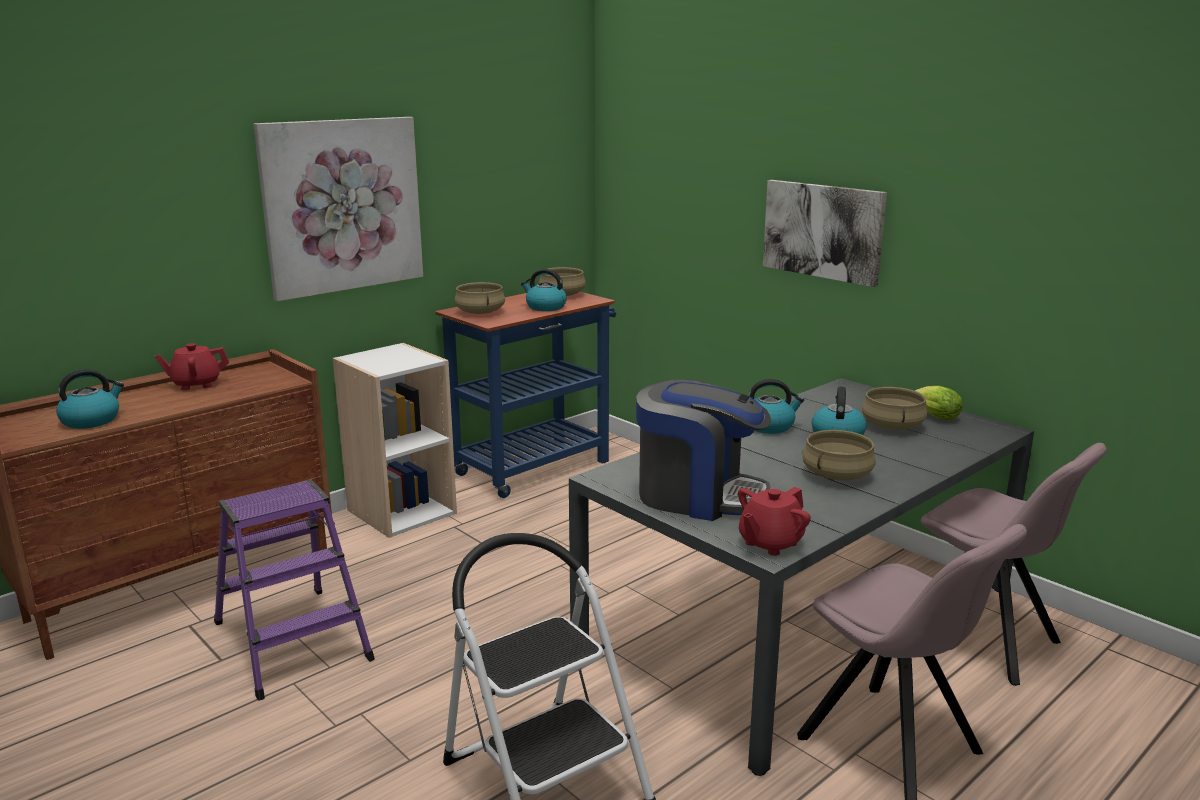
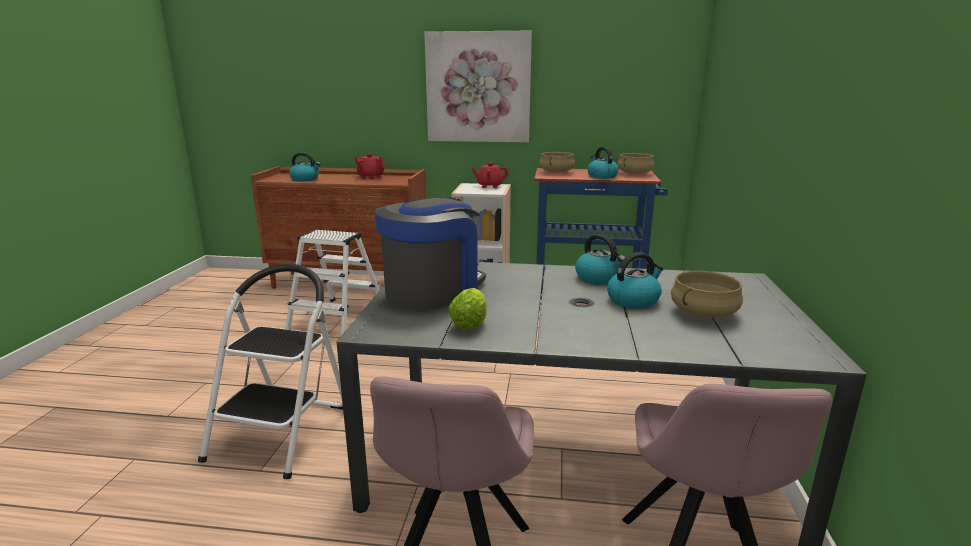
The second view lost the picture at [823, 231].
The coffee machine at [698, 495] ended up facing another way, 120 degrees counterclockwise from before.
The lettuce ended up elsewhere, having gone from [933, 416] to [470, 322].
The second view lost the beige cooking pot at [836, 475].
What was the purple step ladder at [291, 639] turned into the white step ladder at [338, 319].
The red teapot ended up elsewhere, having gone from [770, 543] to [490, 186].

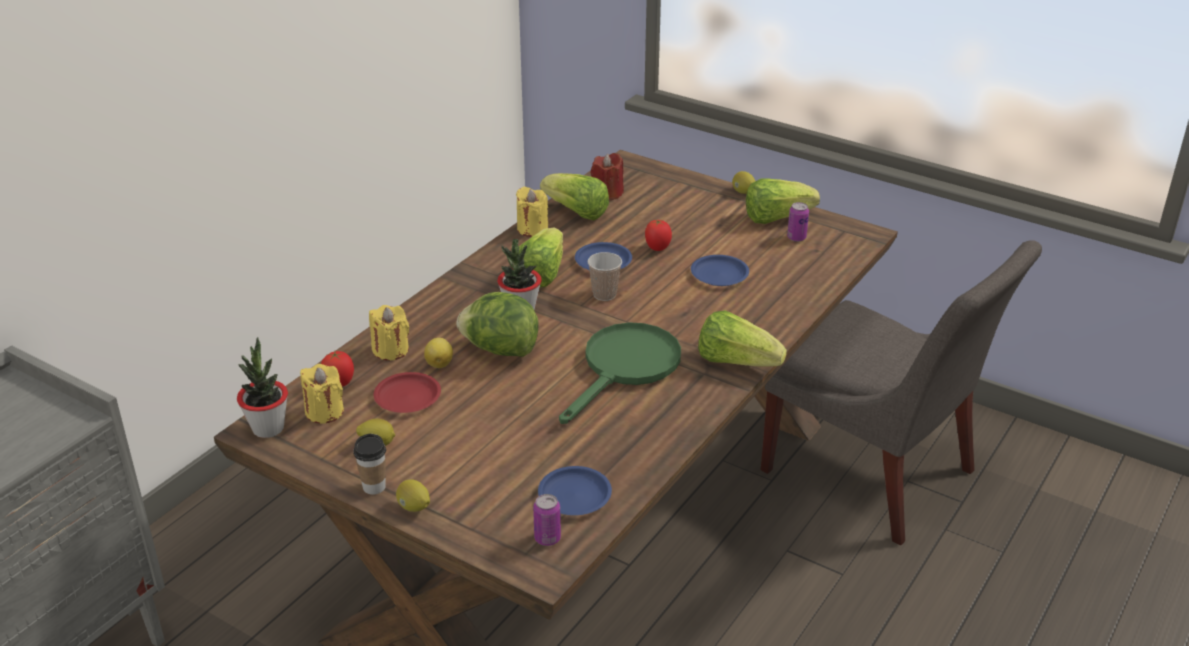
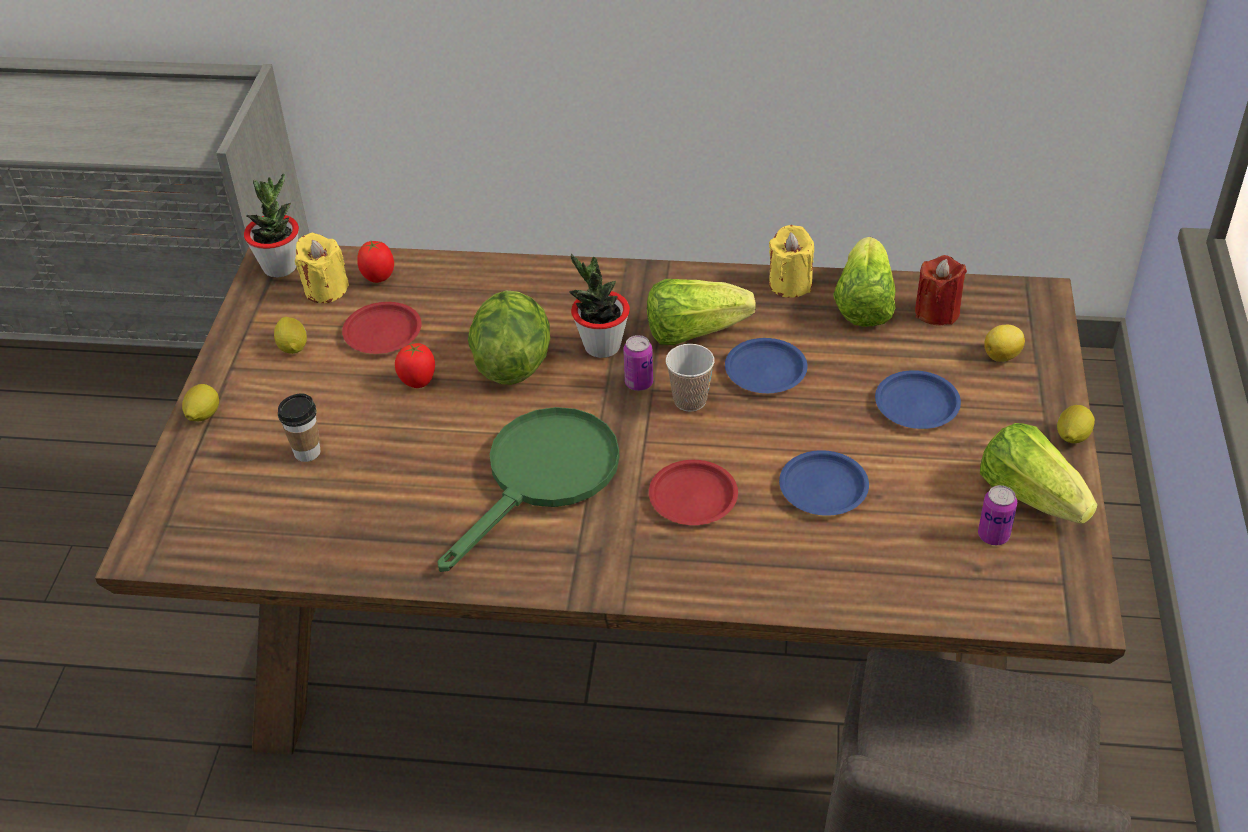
The tomato ended up elsewhere, having gone from [657, 248] to [418, 382].
The second view lost the yellow candle at [391, 350].
The second view lost the lettuce at [736, 361].
The green frying pan at [625, 368] ended up facing another way, 60 degrees counterclockwise from before.
The lemon ended up elsewhere, having gone from [439, 363] to [1003, 356].
The cup ended up elsewhere, having gone from [374, 487] to [307, 452].
The blue plate ended up elsewhere, having gone from [575, 495] to [917, 405].
The can ended up elsewhere, having gone from [547, 538] to [639, 383].
The second view gained the red plate at [693, 497].

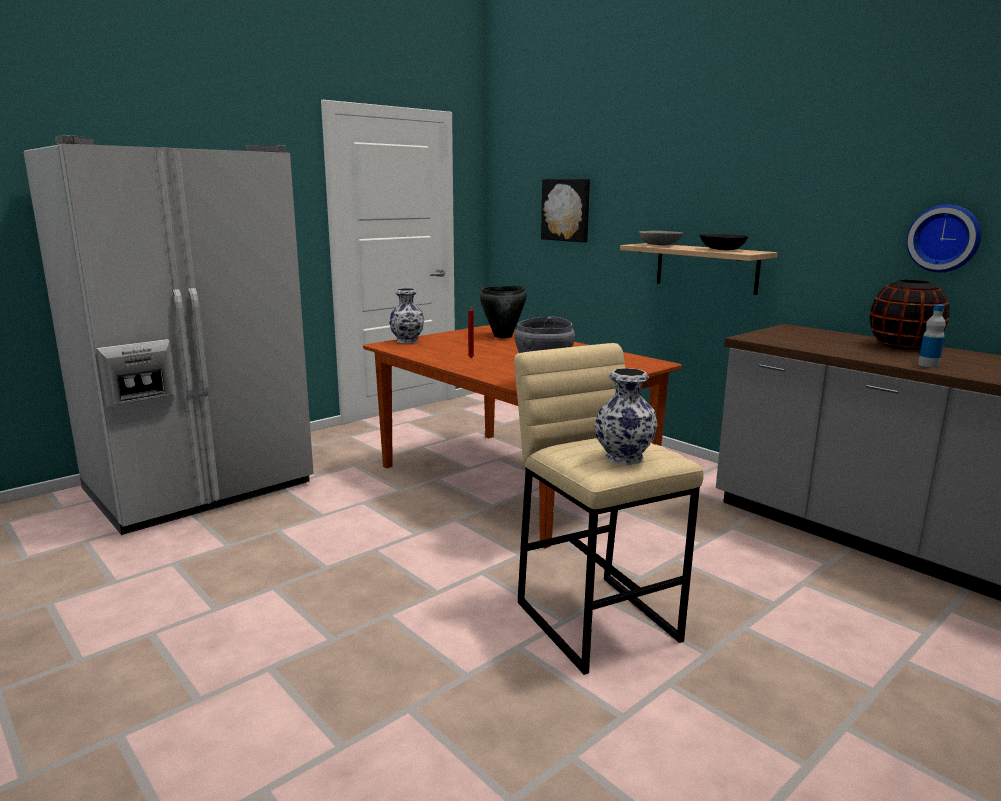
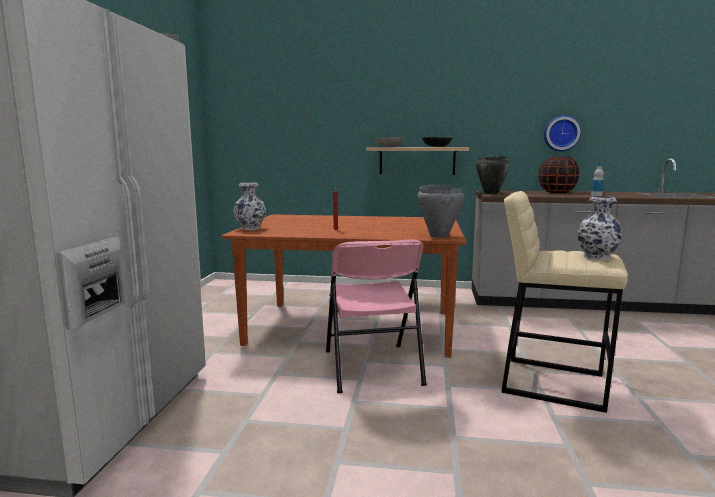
The second view lost the picture at [566, 210].
The black cooking pot ended up elsewhere, having gone from [503, 336] to [491, 193].
The second view gained the pink chair at [371, 367].

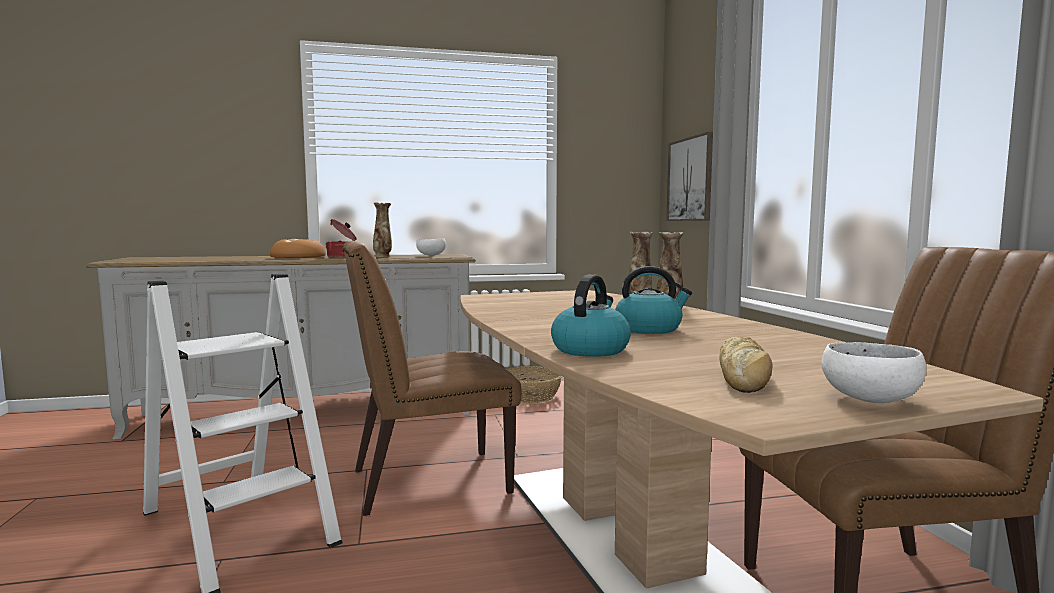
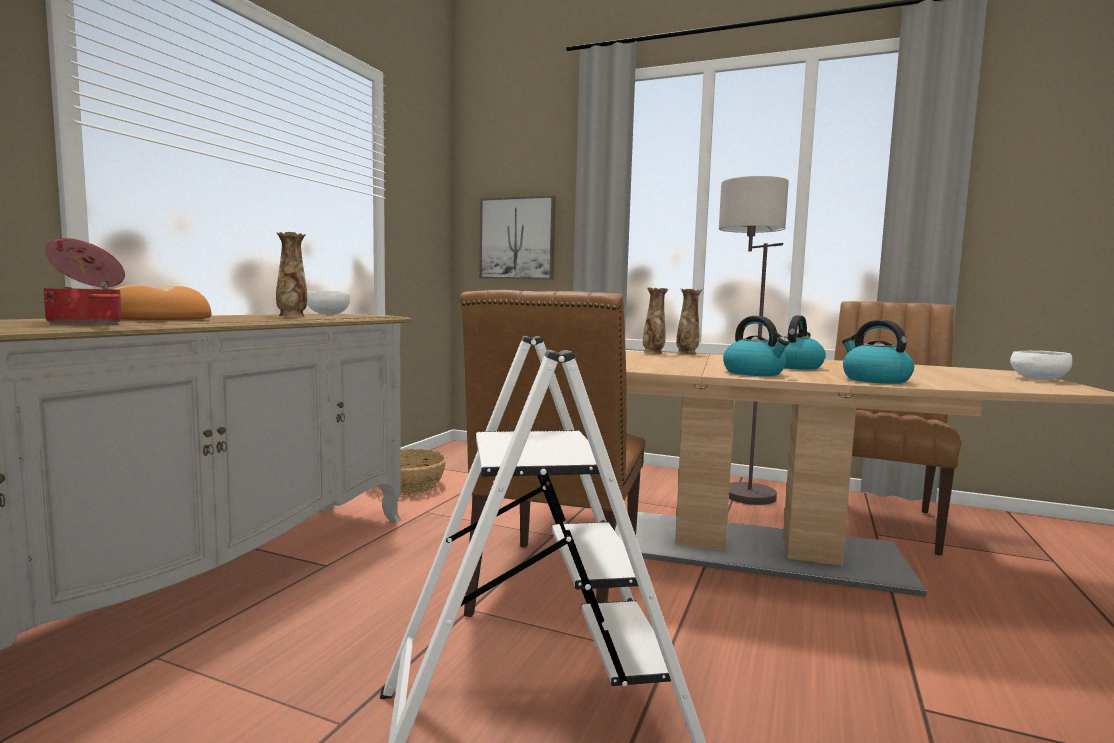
The cooking pot ended up elsewhere, having gone from [342, 257] to [87, 323].
The second view lost the bread at [743, 376].
The second view gained the grey floor lamp at [739, 491].
The second view gained the kettle at [754, 373].

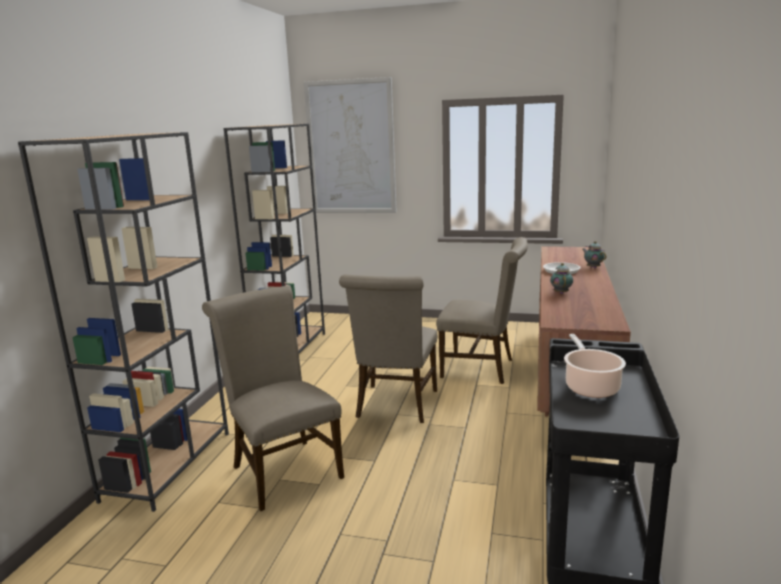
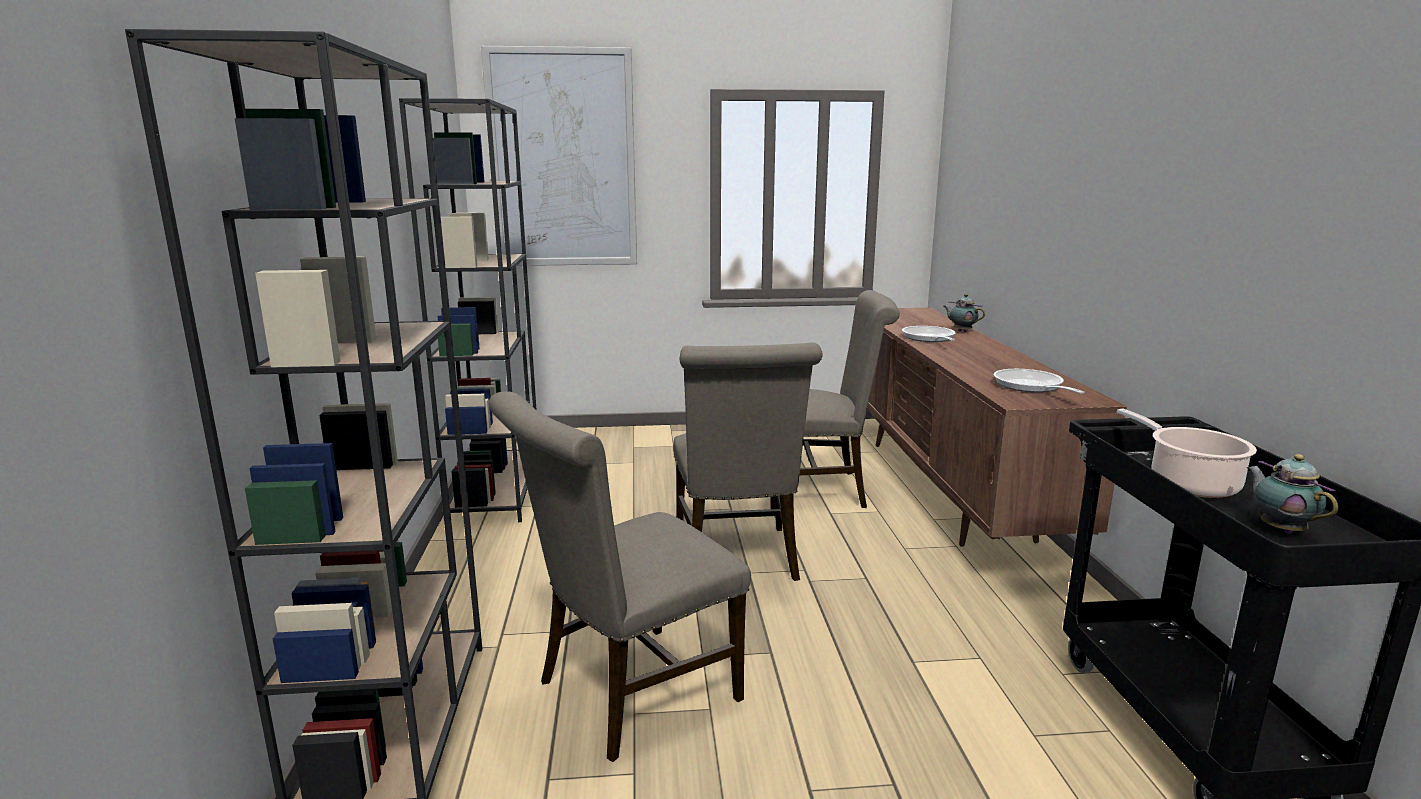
The teapot ended up elsewhere, having gone from [561, 292] to [1279, 529].
The beige chair at [283, 469] ended up facing another way, 75 degrees counterclockwise from before.
The second view gained the frying pan at [1031, 387].

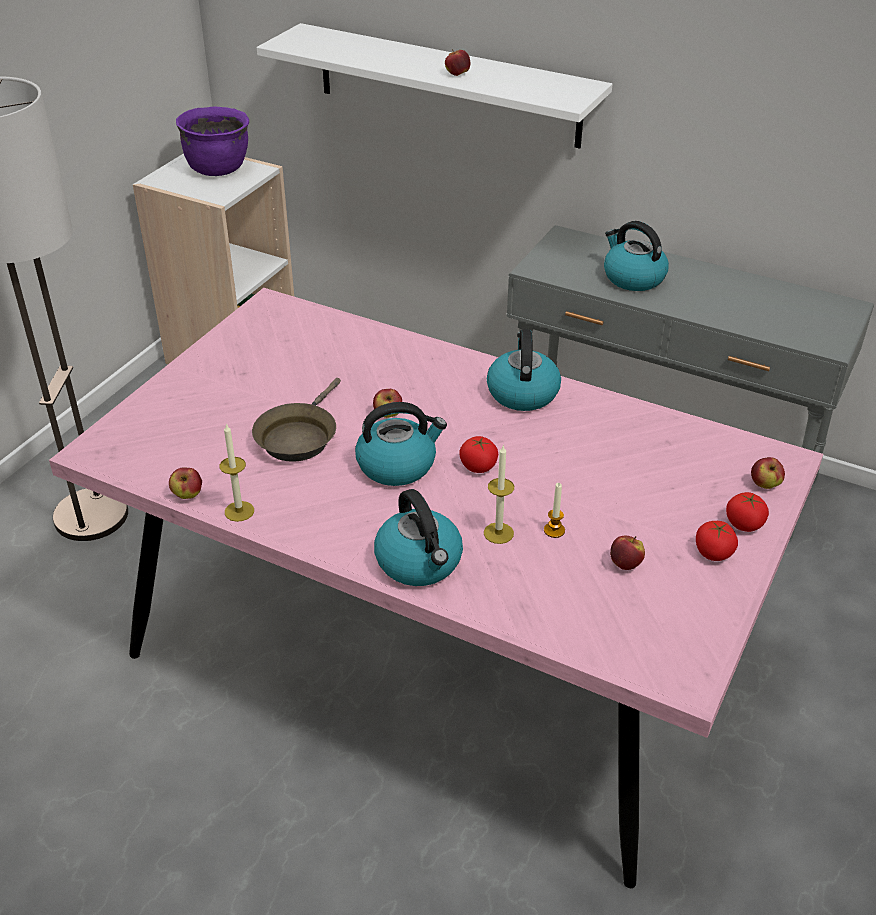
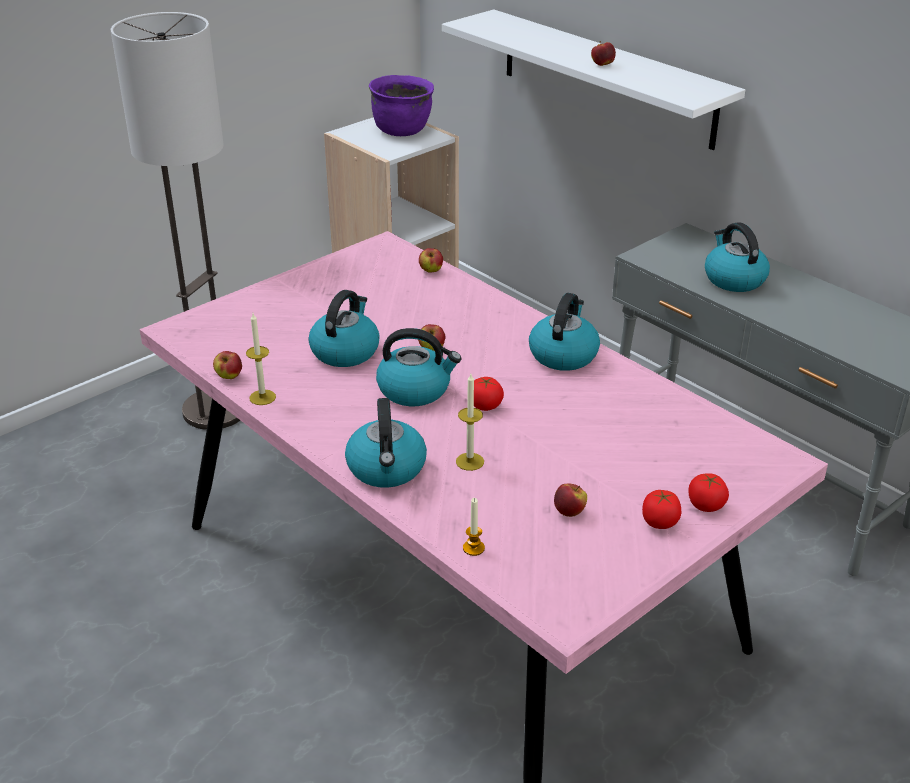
Where the brown frying pan stood at [298, 436], the kettle came to stand at [345, 351].
The apple ended up elsewhere, having gone from [764, 485] to [431, 271].
The candle ended up elsewhere, having gone from [554, 530] to [473, 548].

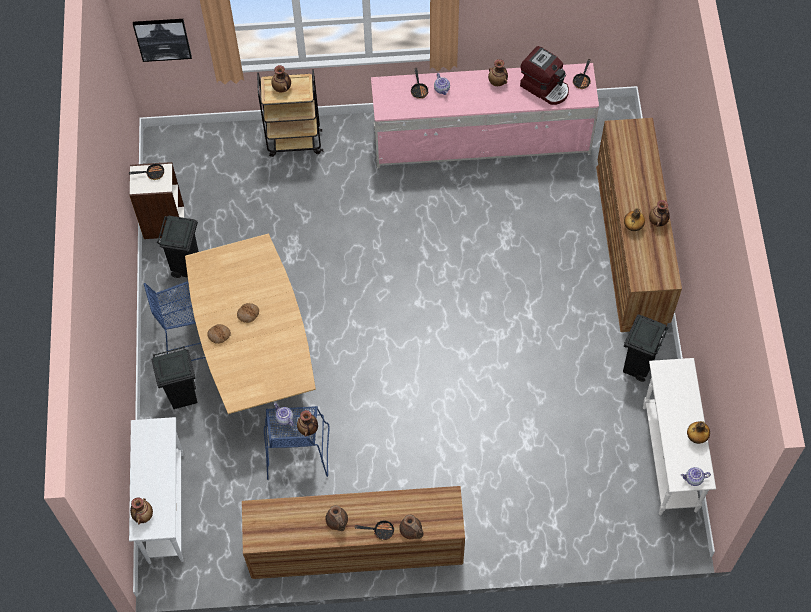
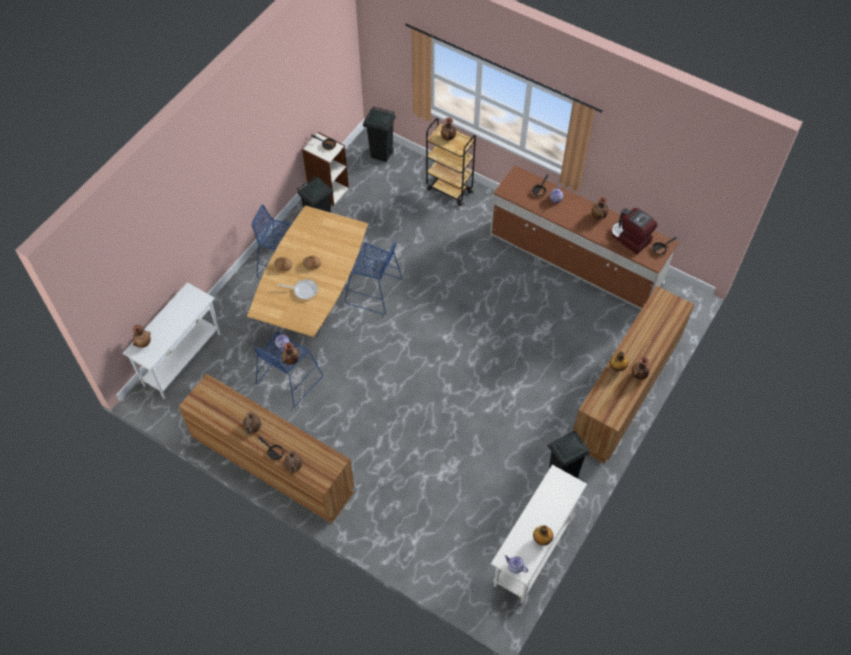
The second view lost the picture at [162, 38].
The coffee machine at [545, 87] ended up facing another way, 150 degrees clockwise from before.
What was the pink cabinet at [480, 141] turned into the brown cabinet at [574, 261].
The black trash can ended up elsewhere, having gone from [183, 396] to [382, 154].
The second view gained the blue stool at [373, 290].
The second view gained the frying pan at [303, 290].

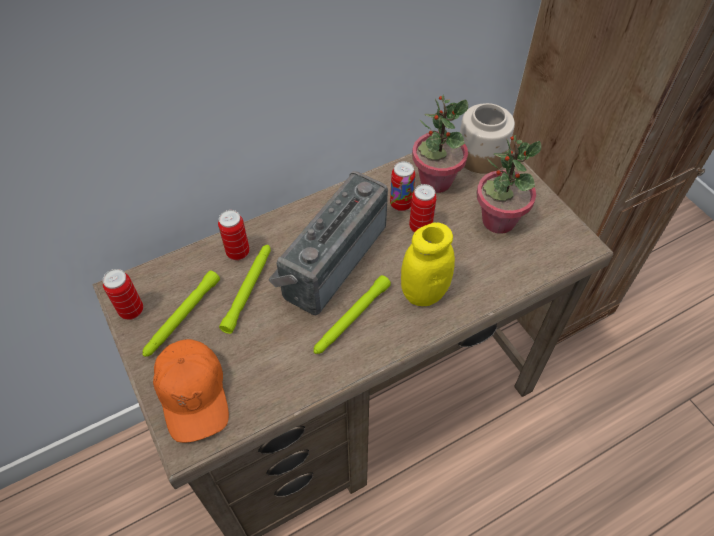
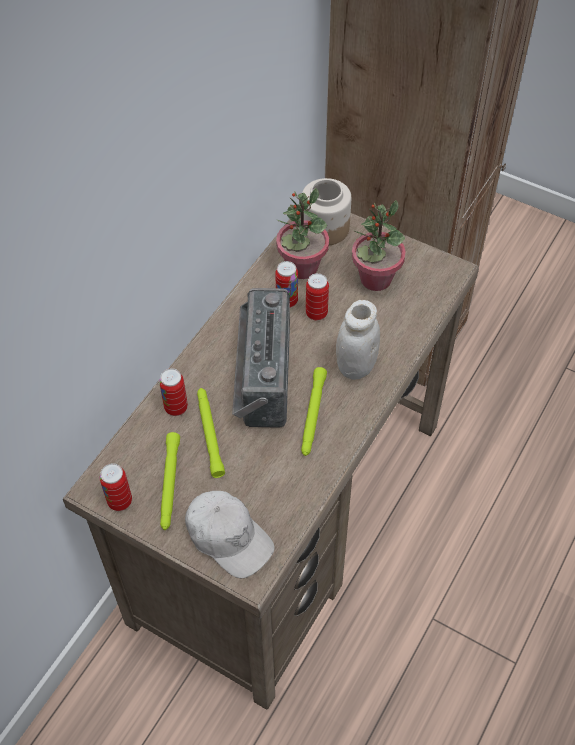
What was the yellow jar at [423, 292] turned into the white jar at [355, 366].
What was the orange cap at [194, 394] turned into the white cap at [228, 537].

